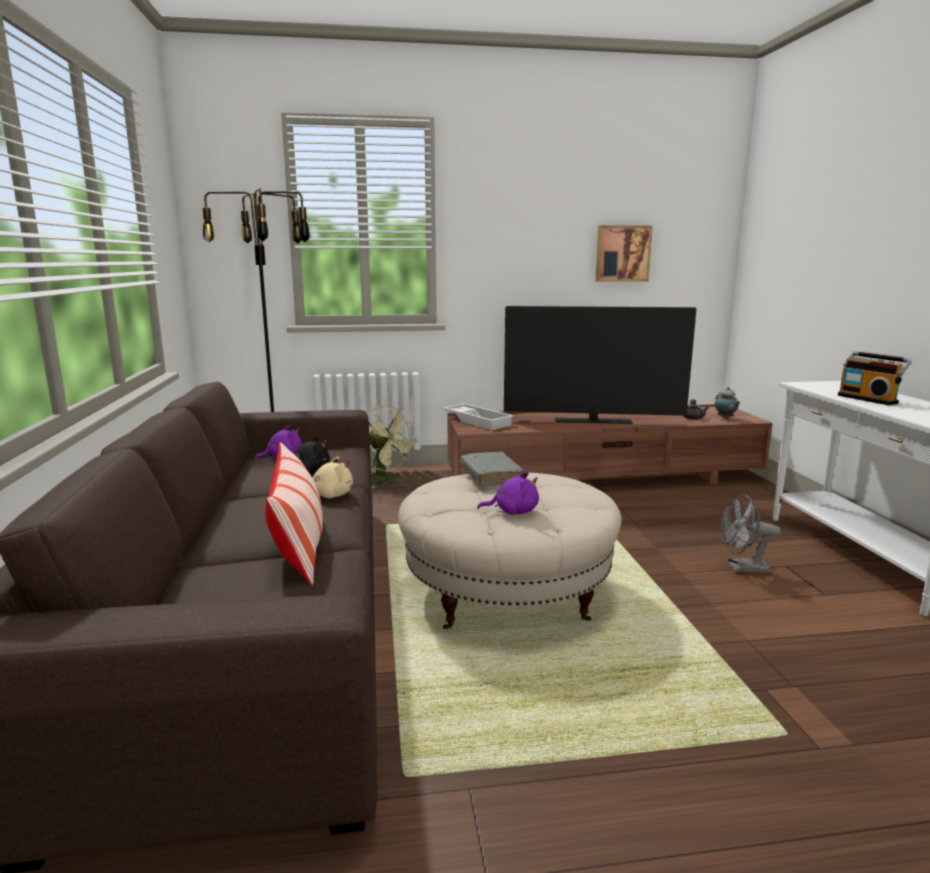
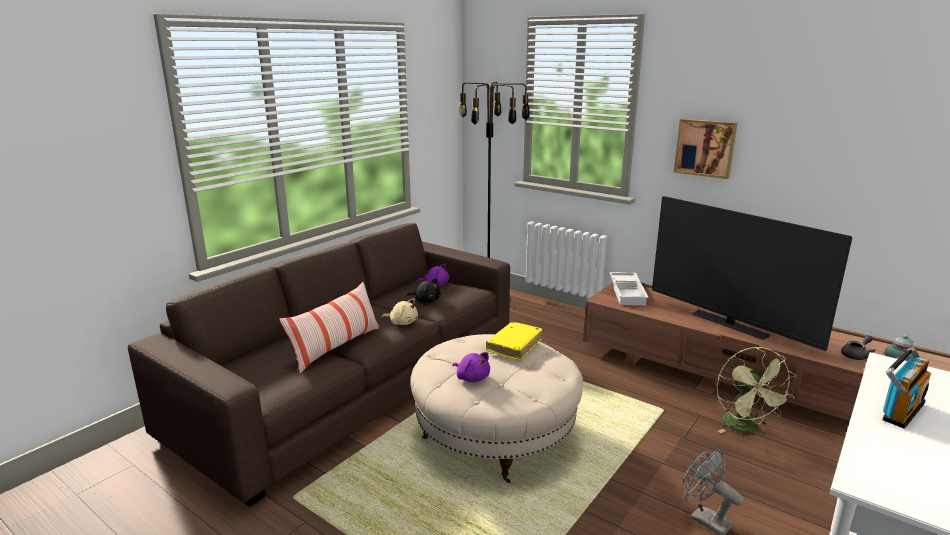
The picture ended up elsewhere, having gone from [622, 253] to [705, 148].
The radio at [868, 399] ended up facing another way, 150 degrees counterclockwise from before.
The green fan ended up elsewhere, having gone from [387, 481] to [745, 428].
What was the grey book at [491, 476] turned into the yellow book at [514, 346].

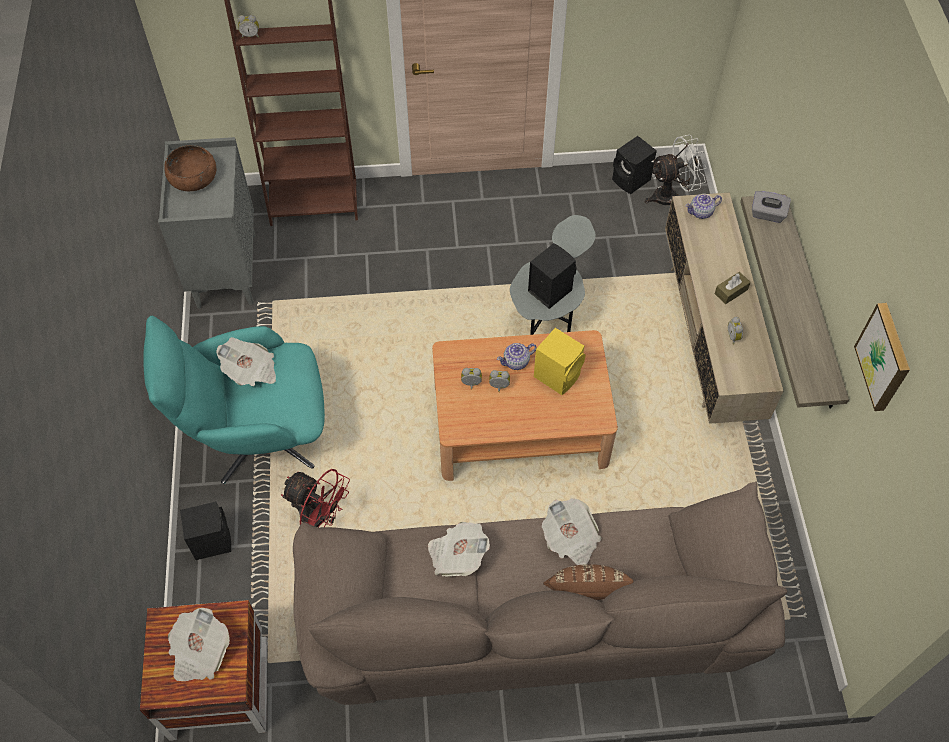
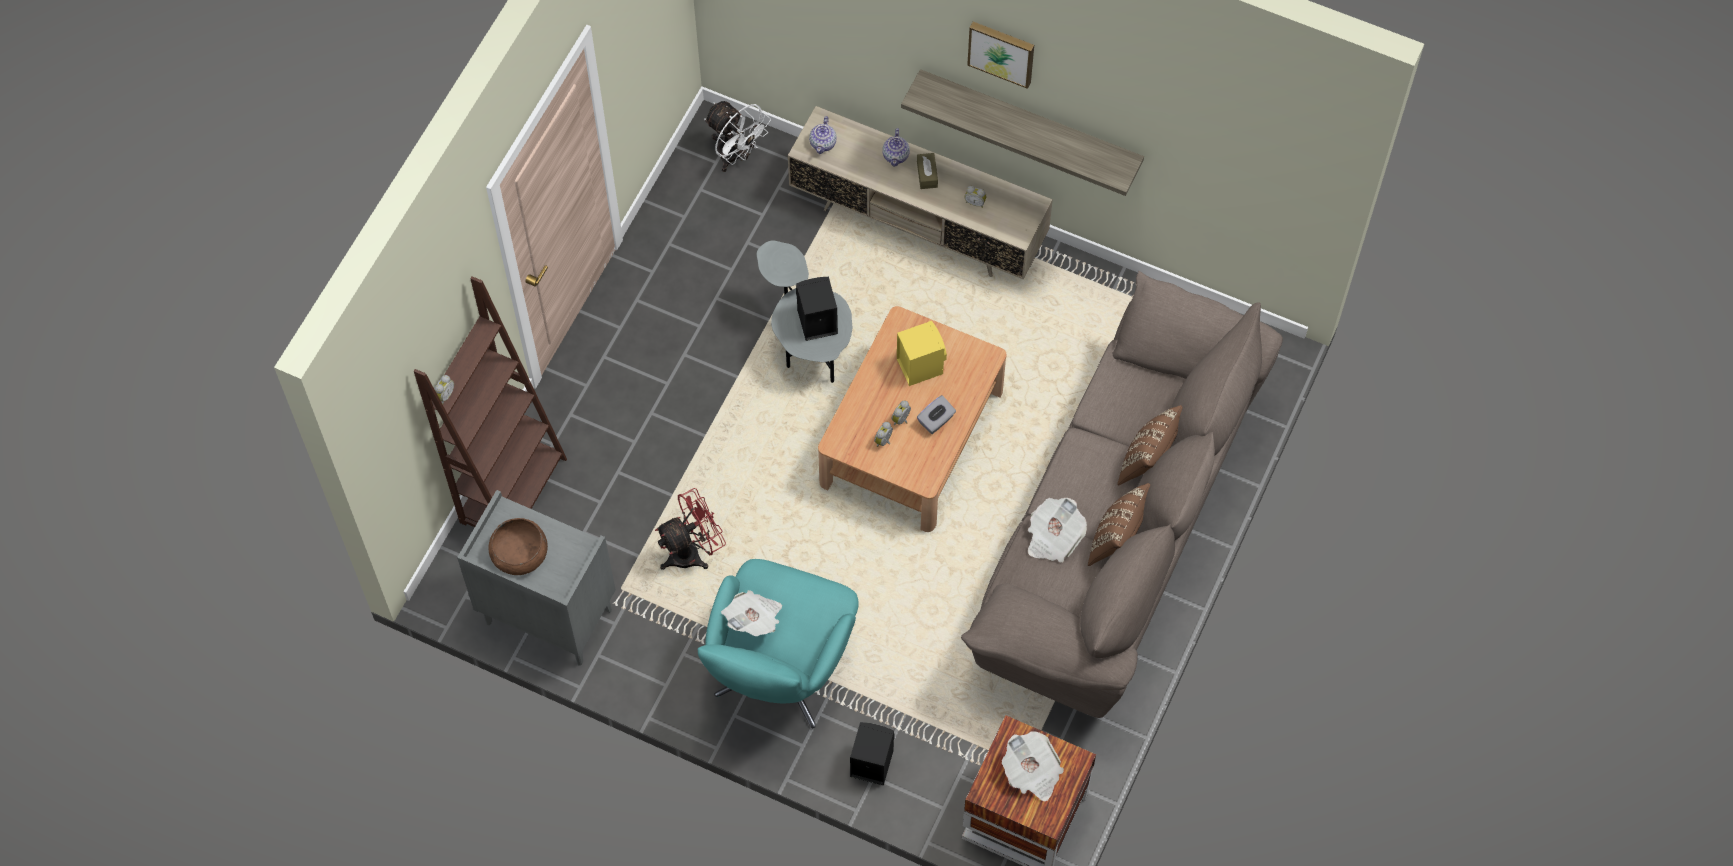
The white fan at [671, 196] ended up facing another way, 120 degrees clockwise from before.
The second view lost the black speaker at [631, 181].
The grey tissue box ended up elsewhere, having gone from [767, 214] to [936, 421].
The picture ended up elsewhere, having gone from [885, 357] to [1002, 52].
The teapot ended up elsewhere, having gone from [516, 362] to [896, 155].
The red fan ended up elsewhere, having gone from [320, 519] to [692, 552].
The second view lost the newspaper at [570, 539].
The second view gained the brown pillow at [1117, 540].

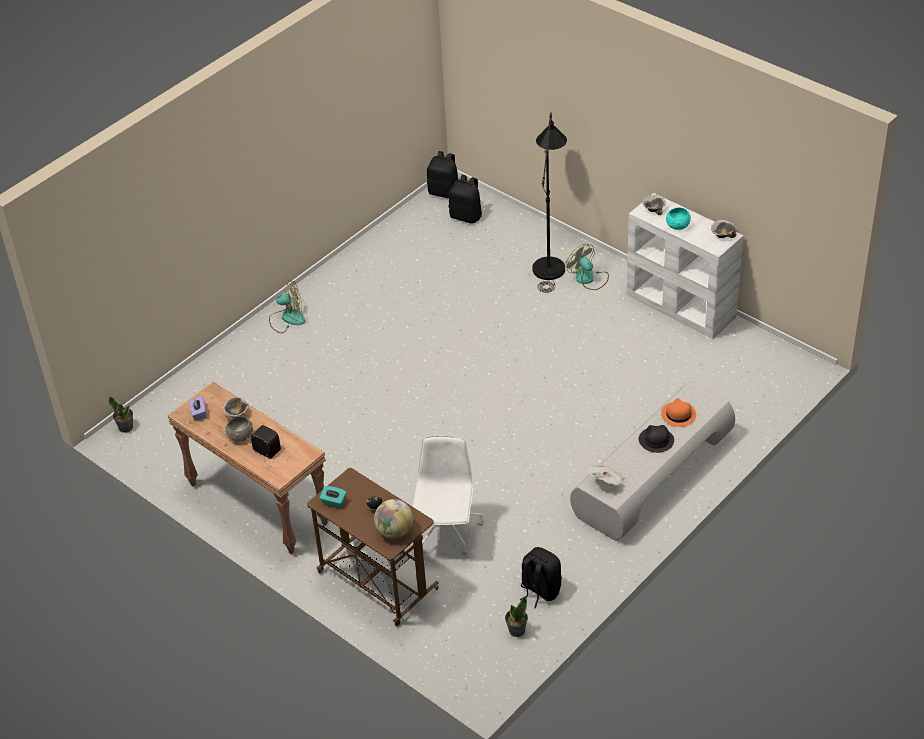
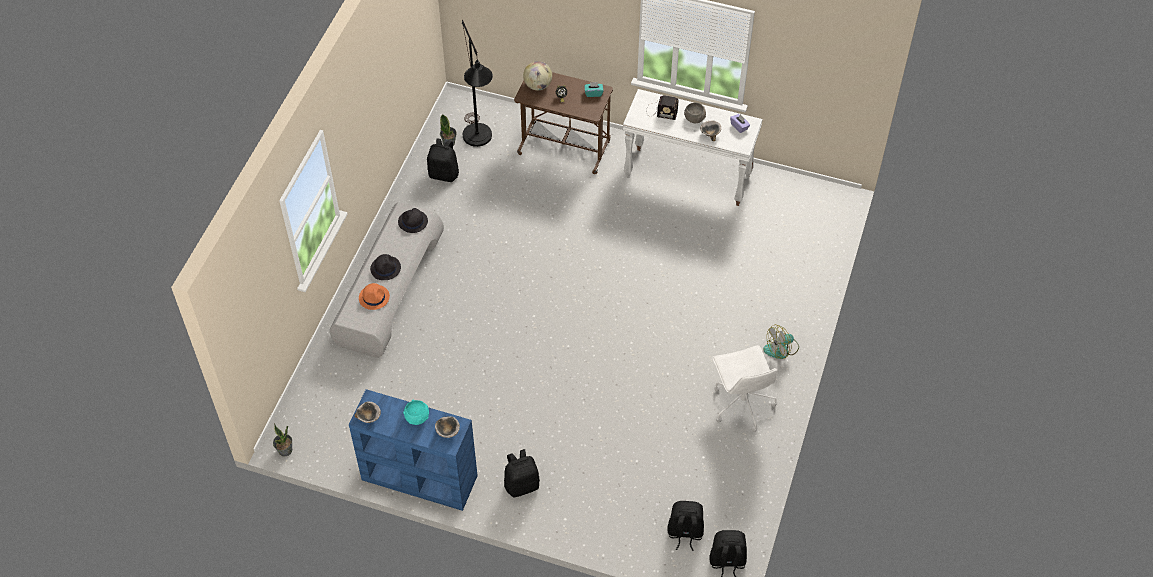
The black floor lamp ended up elsewhere, having gone from [549, 263] to [479, 142].
What was the white bookcase at [681, 305] turned into the blue bookcase at [419, 478].
Where the fan stood at [588, 279], the black backpack came to stand at [522, 484].
What was the brown console table at [257, 504] turned into the white console table at [688, 176].
The potted plant ended up elsewhere, having gone from [126, 427] to [285, 450].
The white office chair ended up elsewhere, having gone from [446, 534] to [741, 403].
Where the newspaper stood at [607, 481], the black hat came to stand at [412, 222].

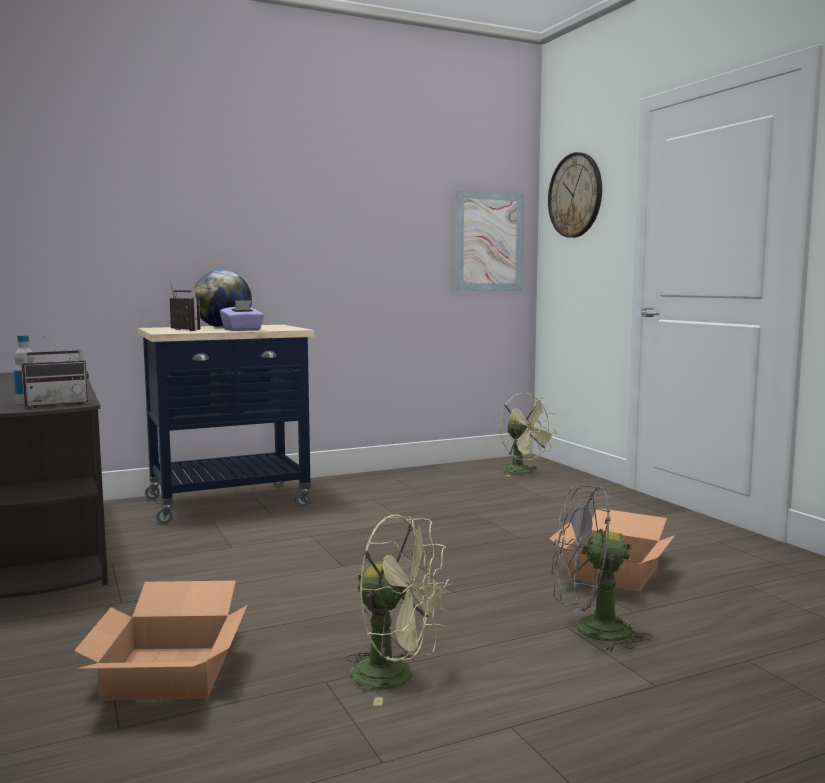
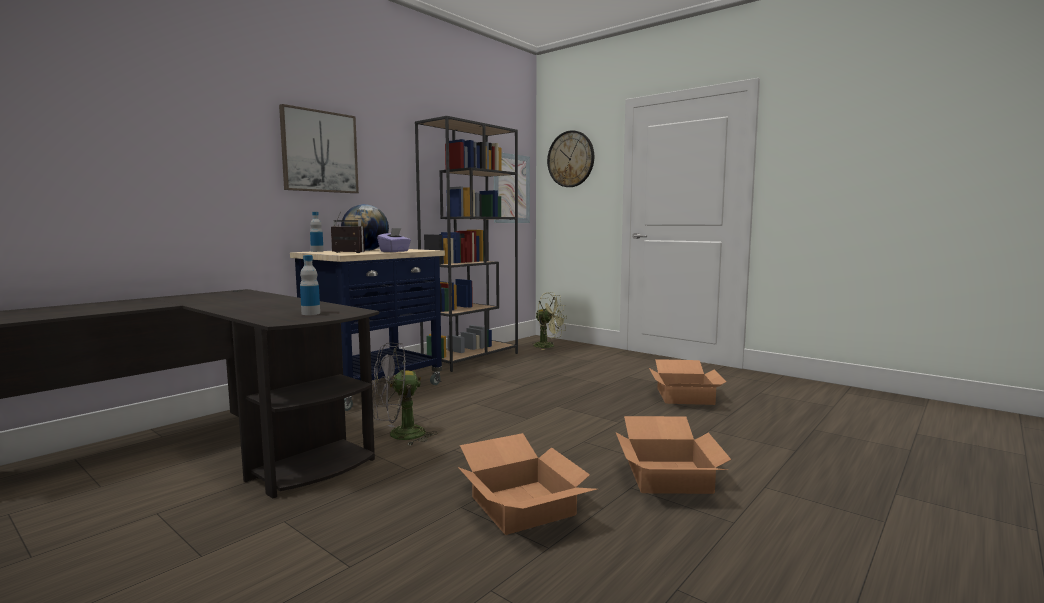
The second view lost the radio at [56, 404].
The grey fan ended up elsewhere, having gone from [591, 631] to [399, 436].
Where the green fan stood at [396, 677], the cardboard box came to stand at [666, 476].
The second view gained the picture at [319, 151].
The second view gained the bookcase at [471, 358].
The second view gained the bottle at [317, 251].

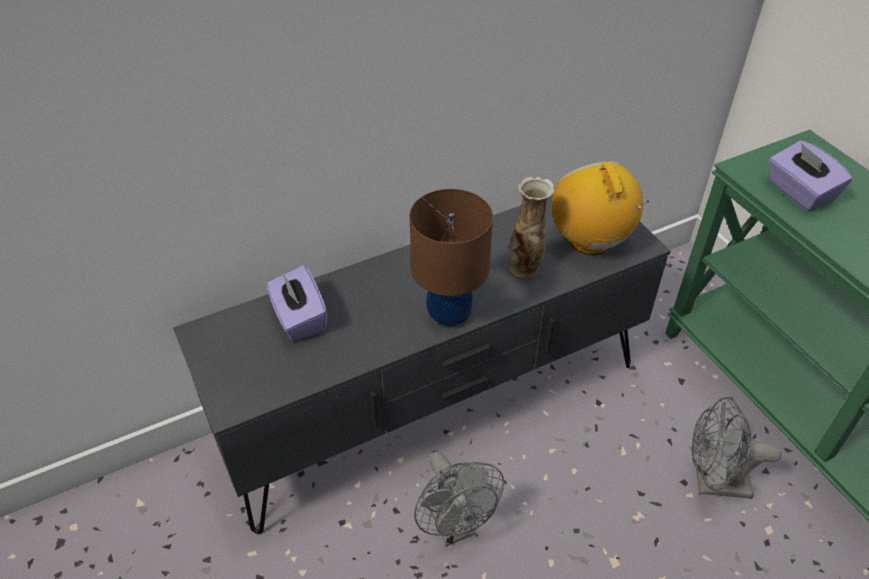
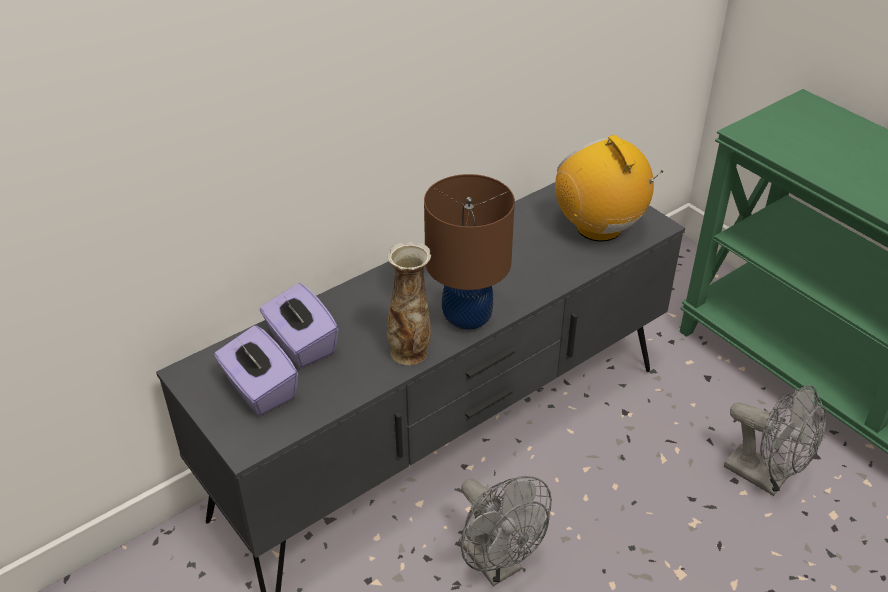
The purple tissue box ended up elsewhere, having gone from [799, 192] to [259, 389].
The vase ended up elsewhere, having gone from [525, 267] to [410, 352].
The grey fan at [713, 483] ended up facing another way, 135 degrees counterclockwise from before.

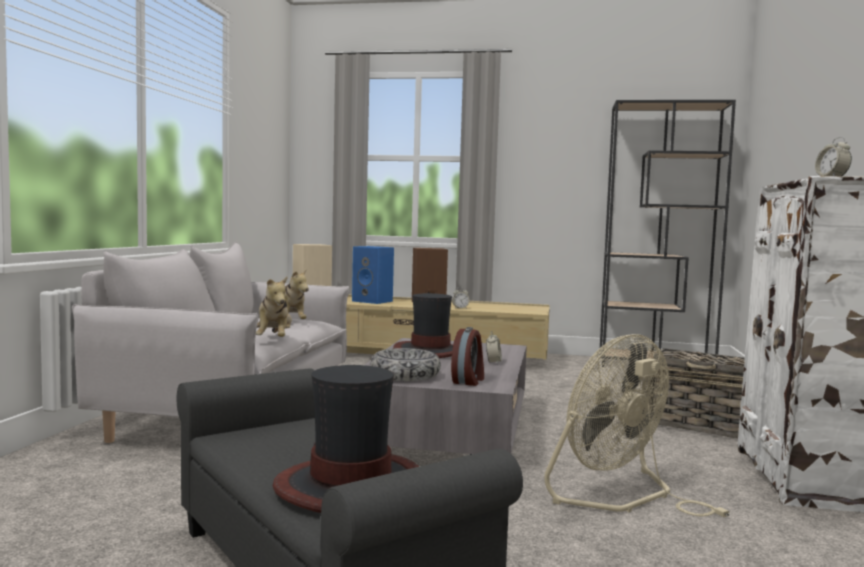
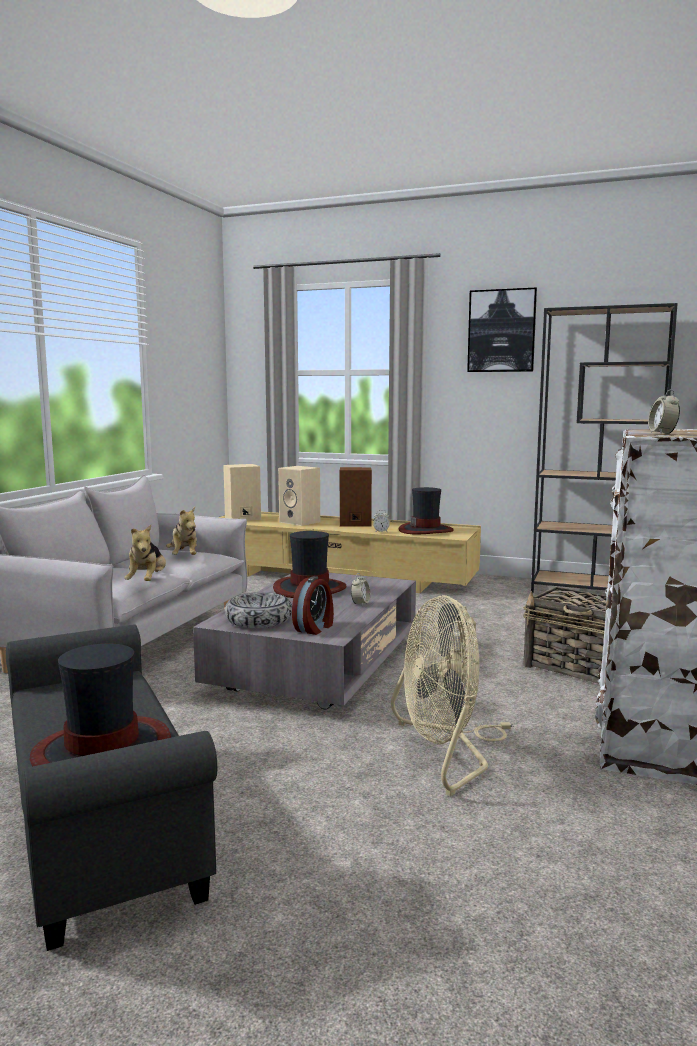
What was the blue speaker at [373, 301] turned into the beige speaker at [301, 522].
The beige fan at [631, 495] ended up facing another way, 75 degrees counterclockwise from before.
The second view gained the picture at [501, 331].
The second view gained the hat at [426, 530].

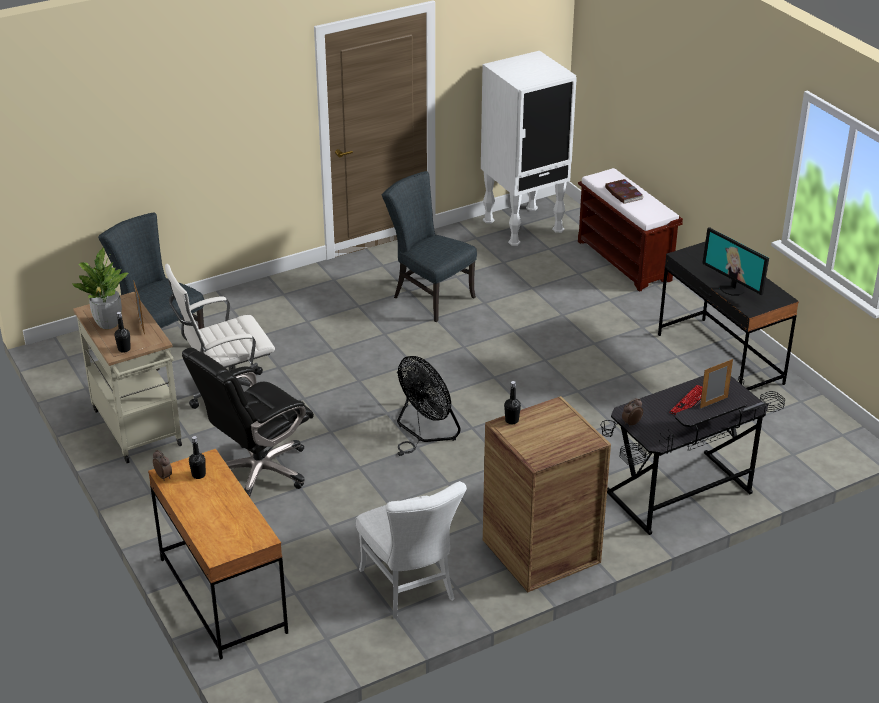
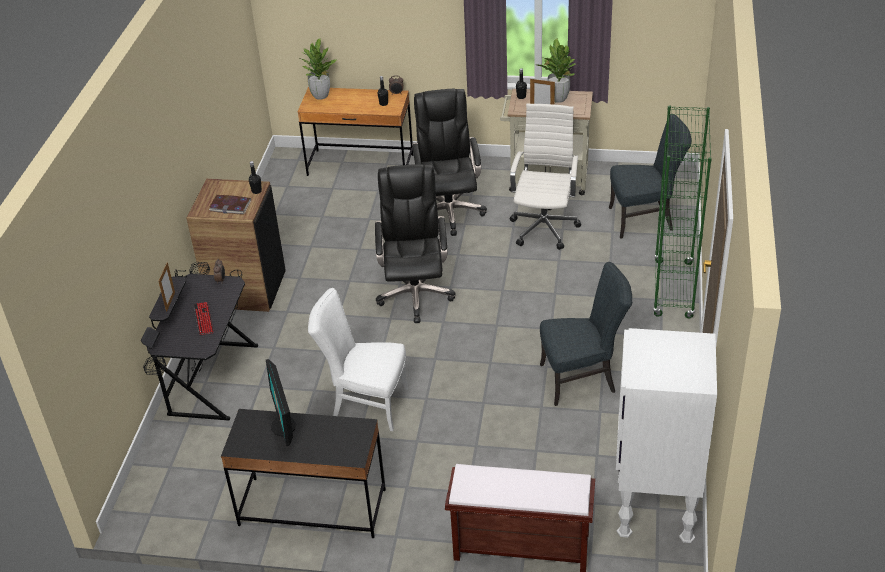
The book ended up elsewhere, having gone from [623, 193] to [230, 206].
The monitor at [732, 288] ended up facing another way, 105 degrees counterclockwise from before.
Where the black fan stood at [420, 430], the black office chair came to stand at [415, 293].
The white chair ended up elsewhere, having gone from [411, 588] to [365, 404].
The second view gained the potted plant at [320, 95].
The second view gained the green bookcase at [673, 289].

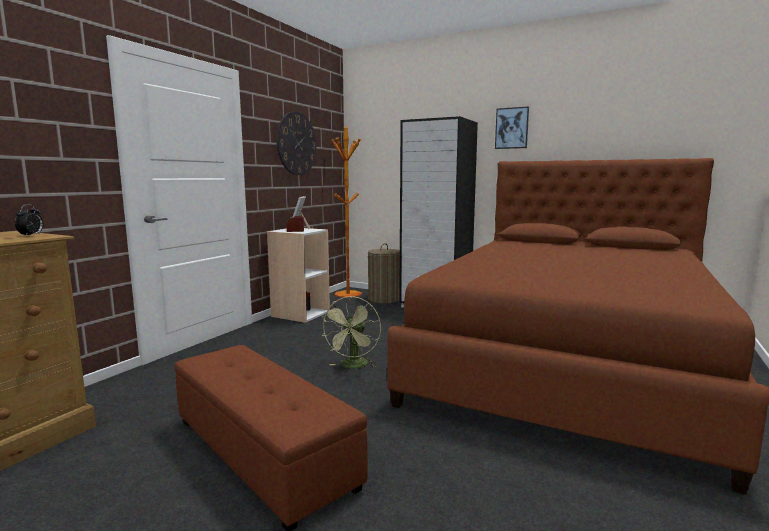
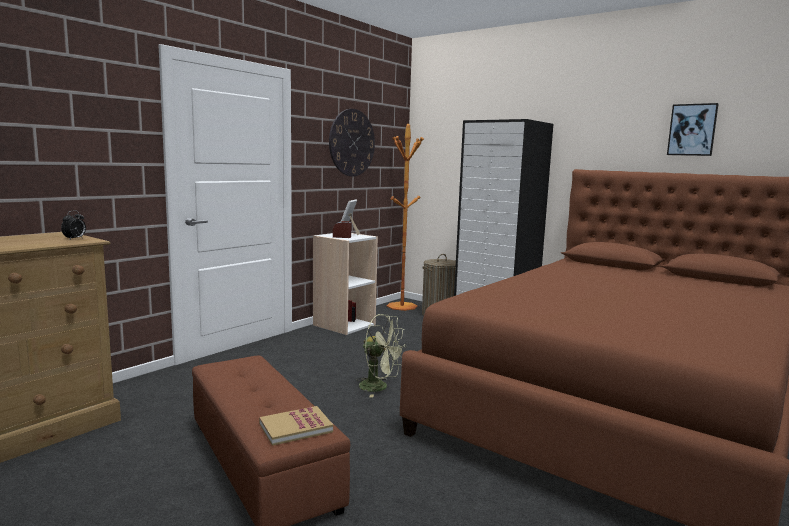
The picture ended up elsewhere, having gone from [512, 128] to [692, 130].
The green fan at [353, 366] ended up facing another way, 90 degrees counterclockwise from before.
The second view gained the book at [295, 428].

